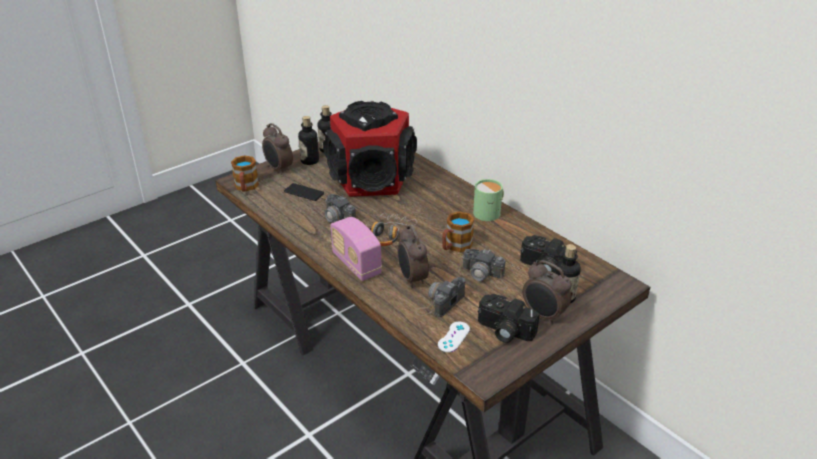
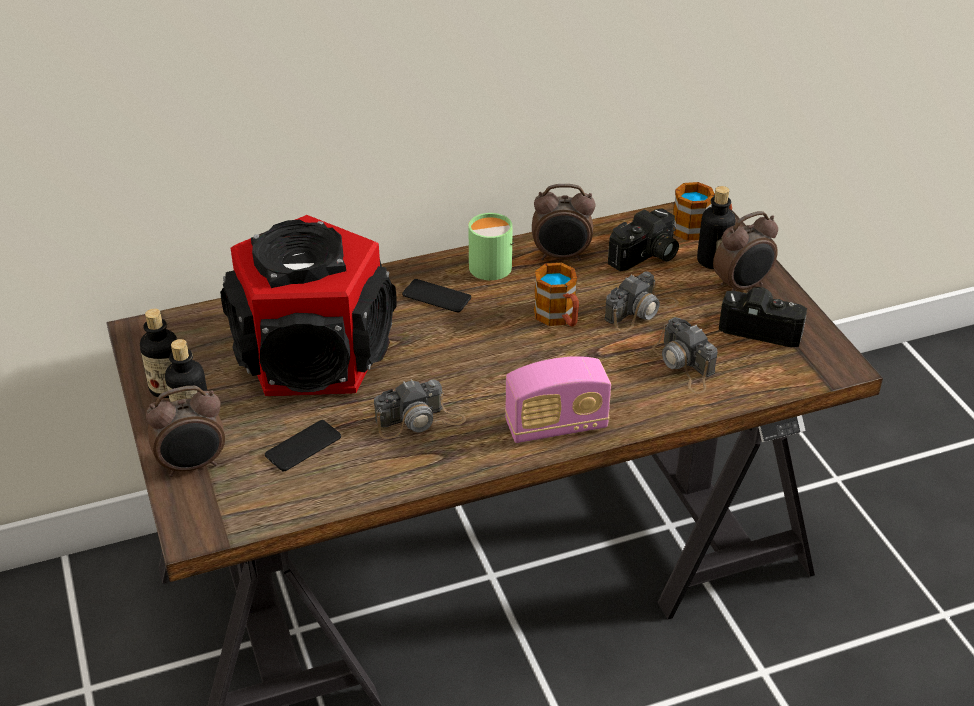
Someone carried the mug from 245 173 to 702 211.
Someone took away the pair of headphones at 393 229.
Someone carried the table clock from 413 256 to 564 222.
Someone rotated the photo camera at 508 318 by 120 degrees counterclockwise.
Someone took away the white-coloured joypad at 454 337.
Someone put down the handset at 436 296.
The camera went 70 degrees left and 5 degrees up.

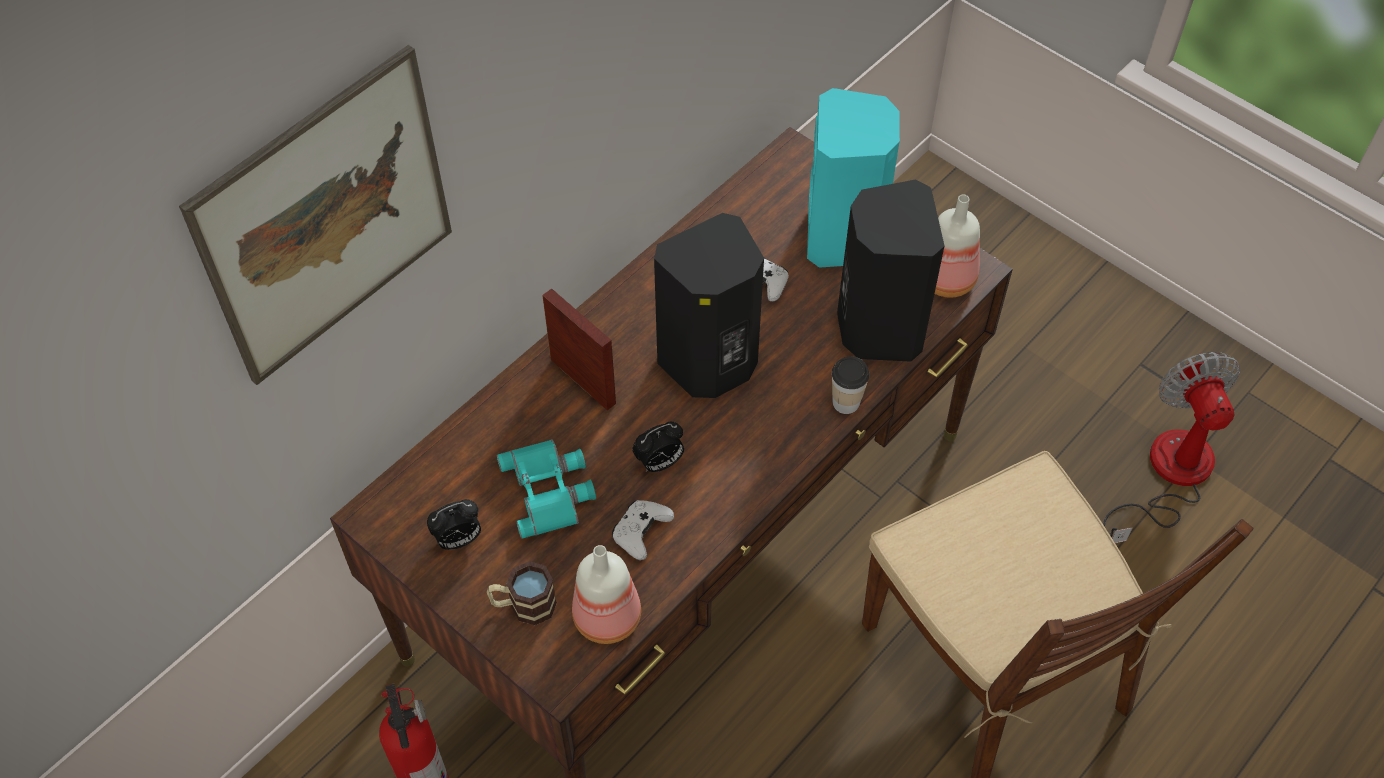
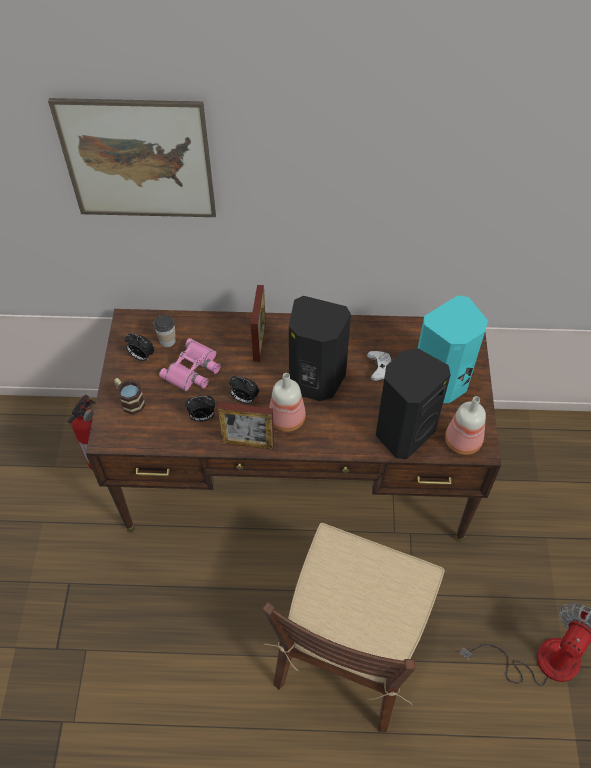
Someone carried the small cup from 850 385 to 165 330.
Someone repainted the turquoise pair of binoculars at 546 489, which became the pink-coloured pair of binoculars at 190 364.
Someone swapped the white-coloured joypad at 643 530 for the table clock at 200 408.
Someone carried the drink bottle from 606 594 to 287 402.
Someone put down the picture frame at 246 425.
The camera went 50 degrees right and 0 degrees up.

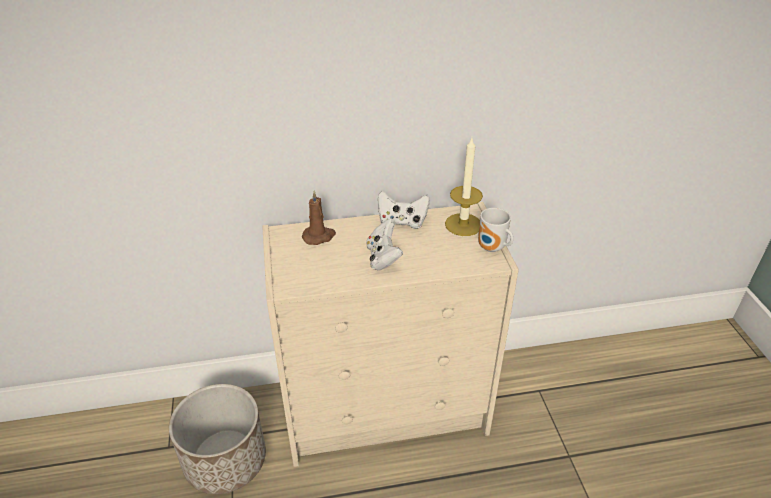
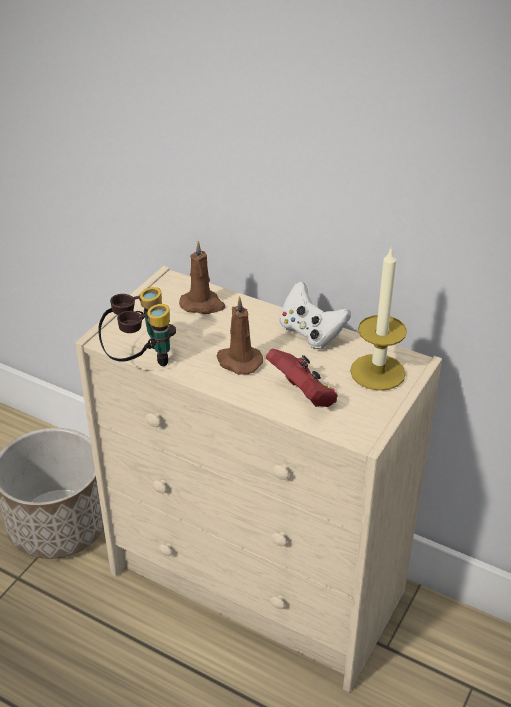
Someone took away the mug at 495 230.
Someone swapped the white-coloured joypad at 384 244 for the brown-coloured candle at 240 335.
Someone put down the pair of binoculars at 137 326.
Someone put down the red-coloured joypad at 301 378.
The camera went 40 degrees right and 0 degrees up.

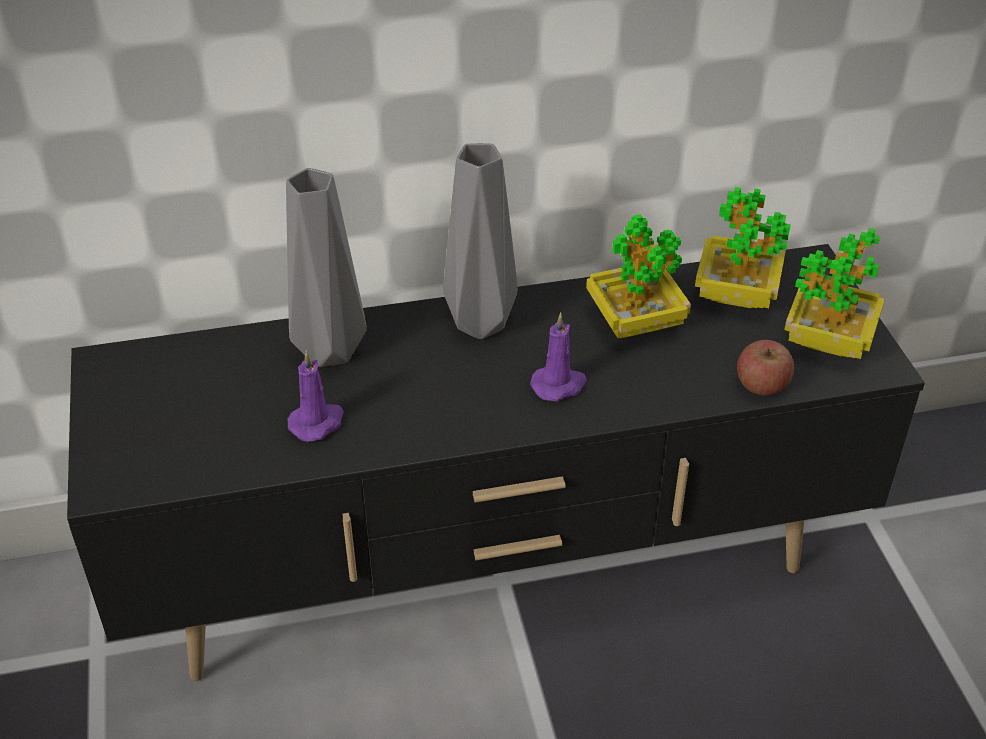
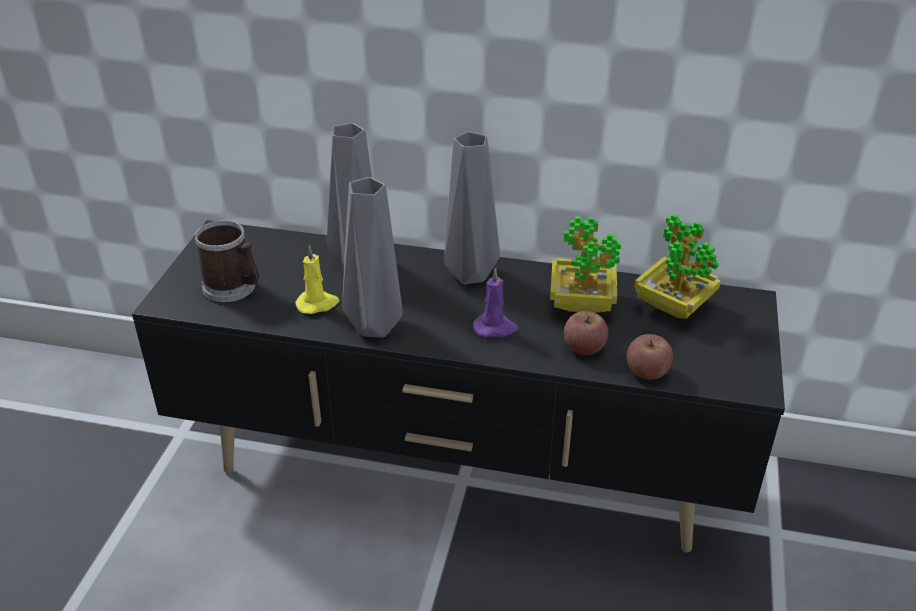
Someone took away the plant in a pot at 834 293.
Someone repainted the purple candle at 316 396, which became the yellow-coloured candle at 317 279.
Someone put down the greyish flower vase at 372 257.
Someone put down the mug at 226 261.
Someone put down the whole apple at 586 333.
The camera went 25 degrees right and 5 degrees down.

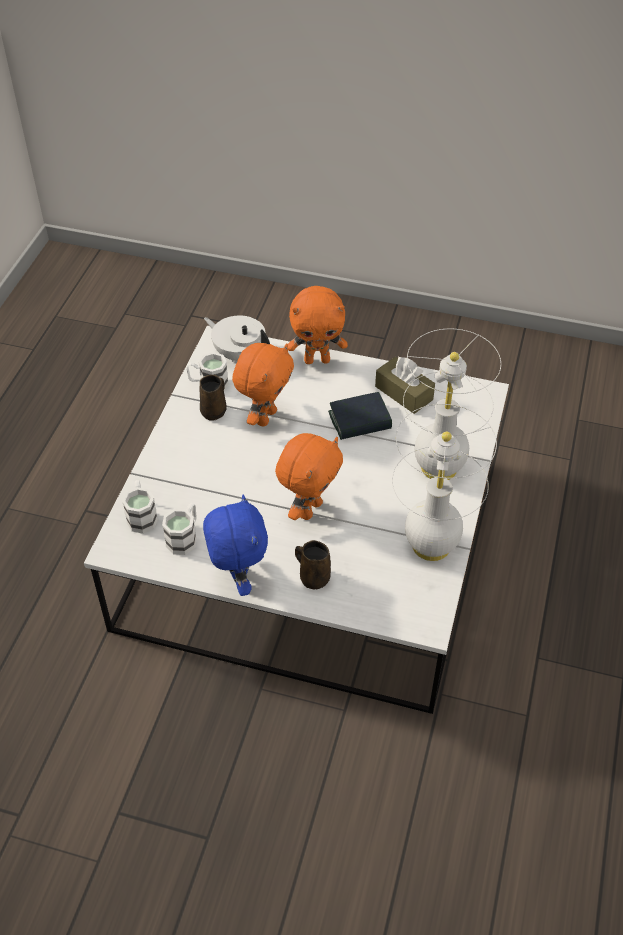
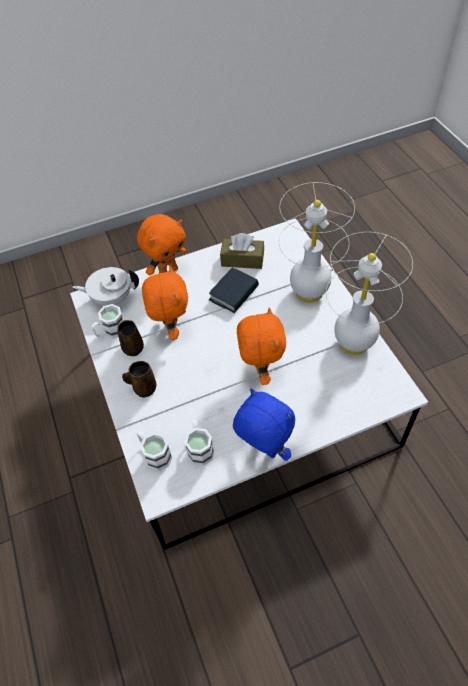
Someone carried the brown-coloured mug from 313 564 to 139 379.
The camera went 35 degrees left and 5 degrees up.

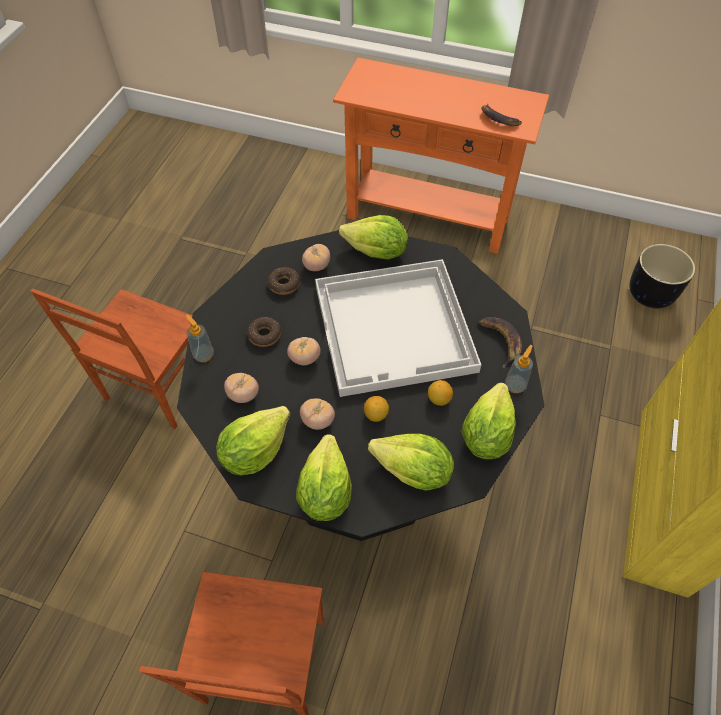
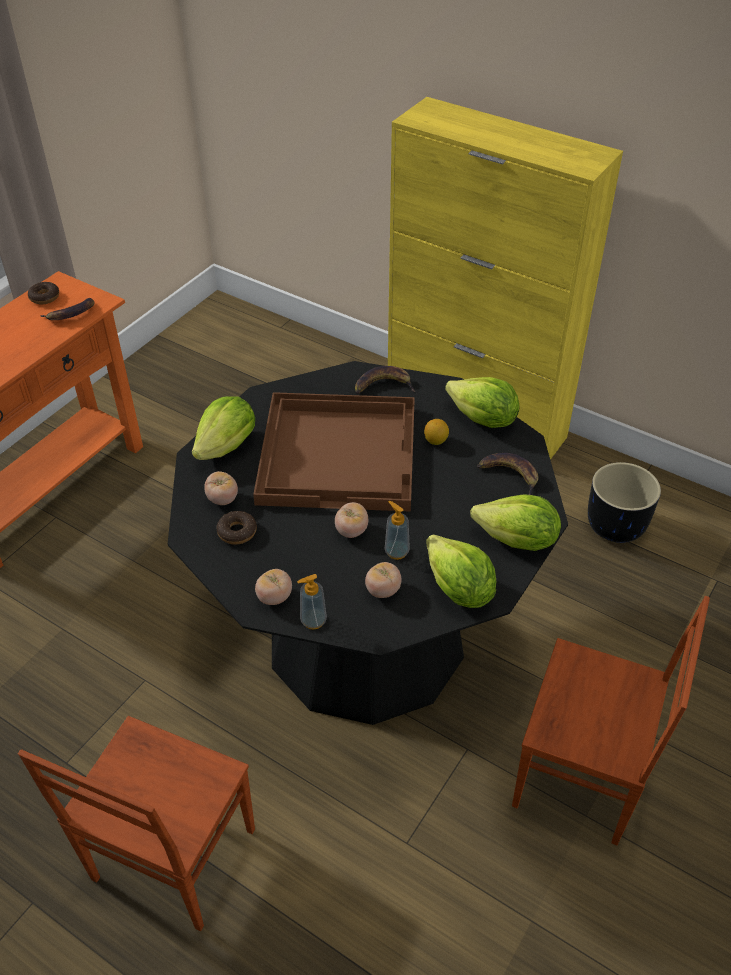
Someone carried the black-coloured flower pot from 662 276 to 624 502.
Someone repainted the white-coloured serving tray at 398 328, which became the brown-coloured serving tray at 334 452.
Someone rotated the brown-coloured plain chair at 111 359 by 75 degrees clockwise.
Someone carried the doughnut from 264 332 to 43 293.
Someone carried the liquid soap bottle from 519 369 to 397 530.
Someone took away the whole lemon at 376 409.
Someone carried the fresh tomato from 317 414 to 273 587.
Someone swapped the lettuce head at 411 462 for the whole banana at 508 474.
The camera went 75 degrees left and 10 degrees down.

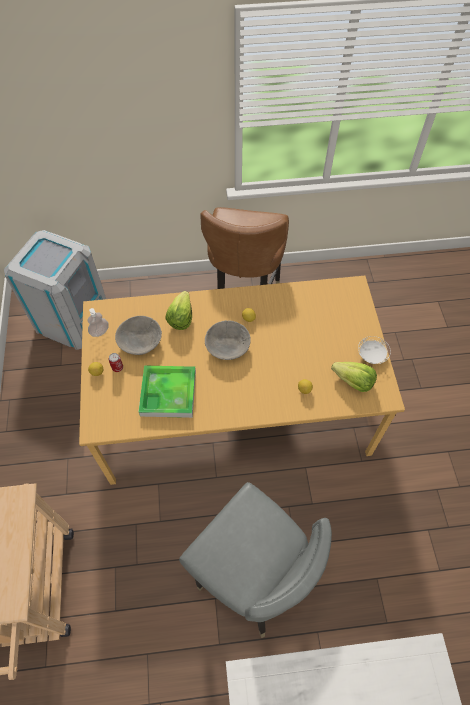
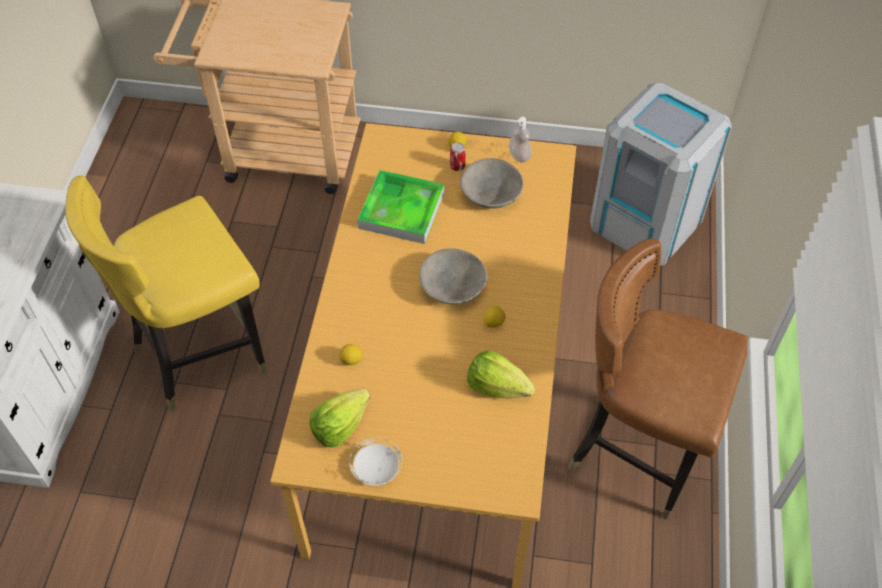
Someone carried the lettuce head from 178 310 to 501 374.
Someone repainted the greyish plain chair at 255 560, which became the yellow-coloured plain chair at 166 293.
The camera went 105 degrees right and 5 degrees down.

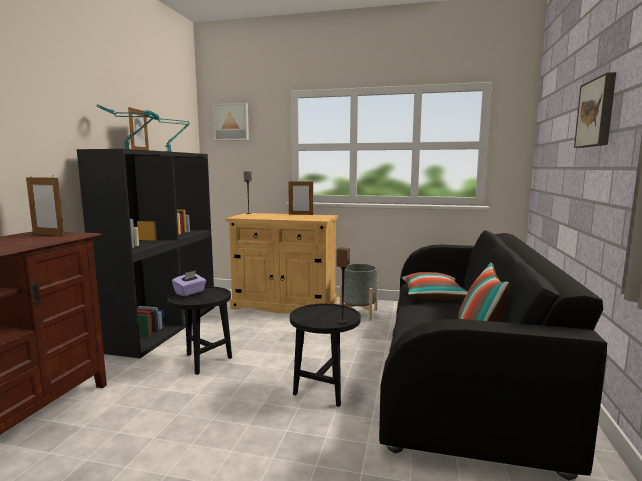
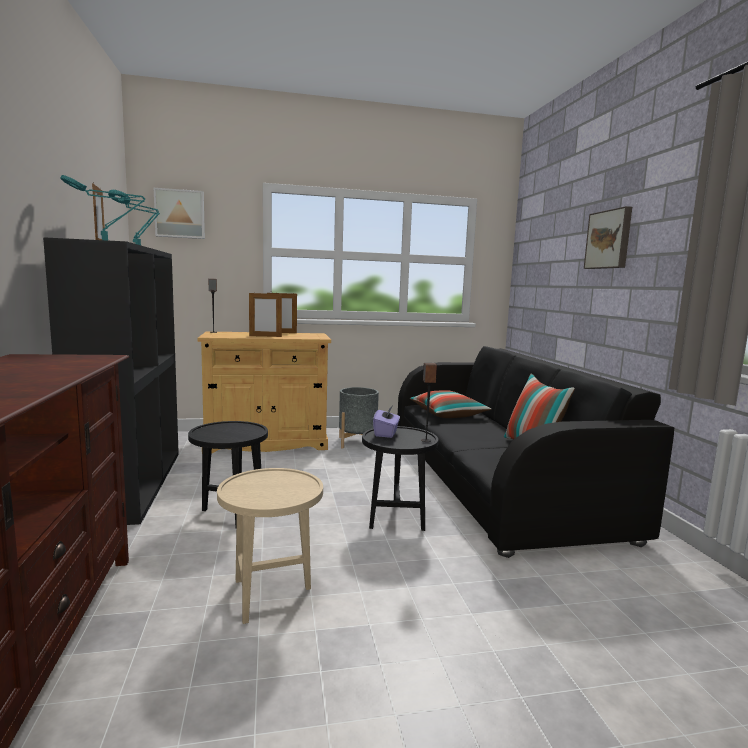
Someone carried the picture frame from 45 206 to 265 314.
Someone carried the purple tissue holder from 189 283 to 386 421.
Someone put down the sand-coloured accent table at 270 546.
The camera went 25 degrees left and 0 degrees up.

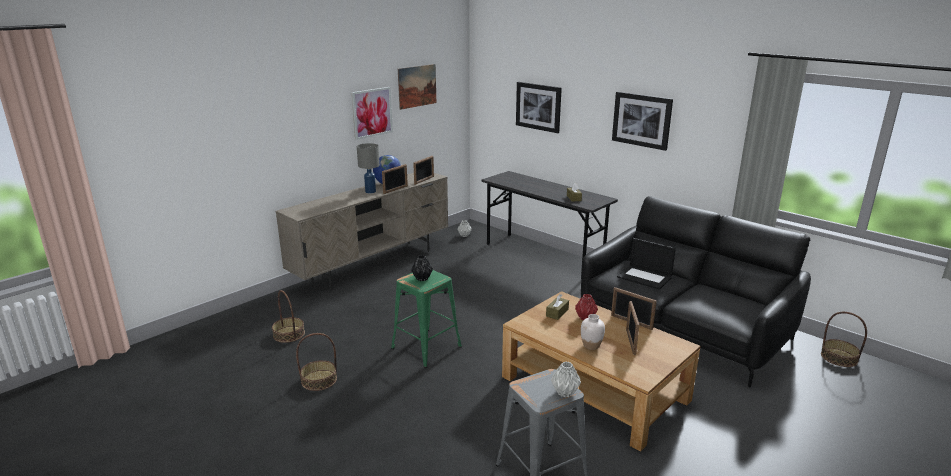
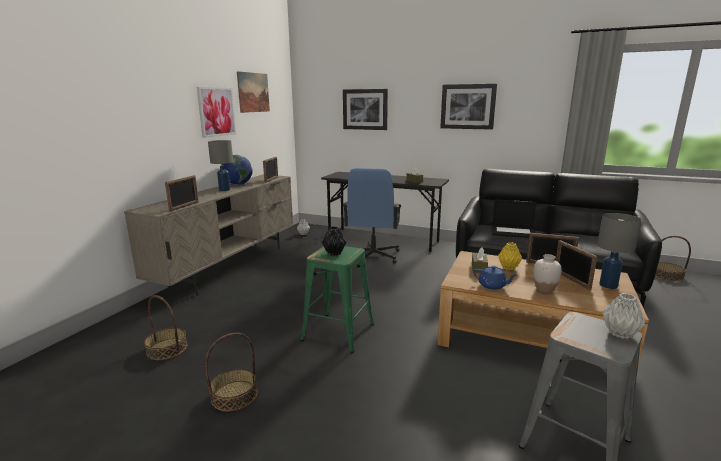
Someone carried the picture frame from 395 179 to 182 193.
Someone repainted the red-coloured flower vase at 586 307, which became the yellow-coloured flower vase at 510 256.
Someone put down the blue desk chair at 372 216.
Someone put down the greyish tabletop lamp at 619 251.
Someone put down the blue pot for tea at 495 278.
The camera went 20 degrees left and 5 degrees down.

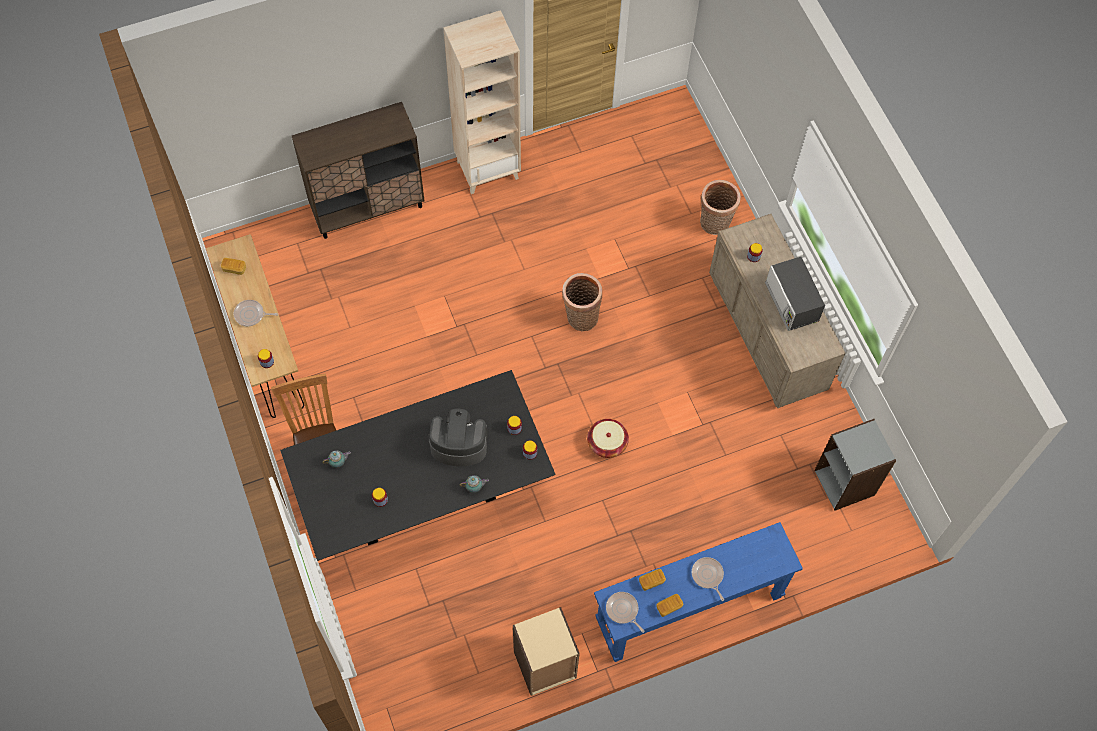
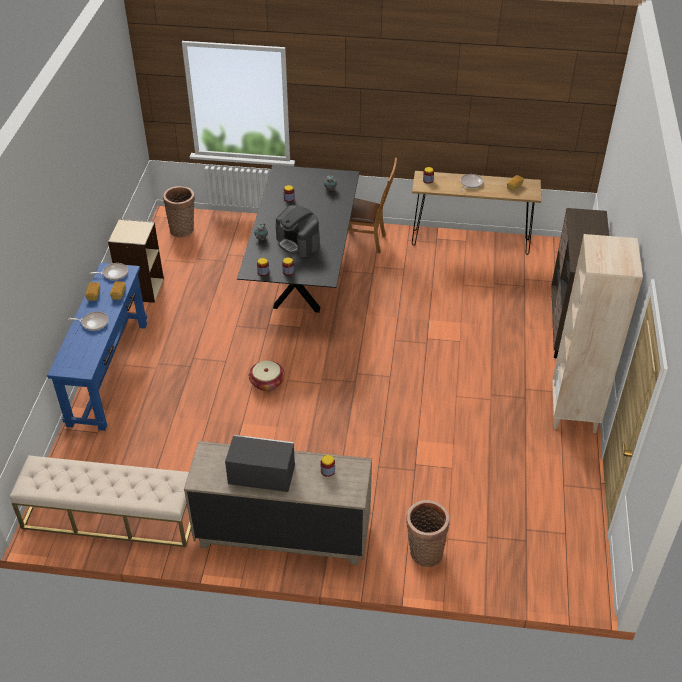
Someone carried the storage basket from 582 302 to 179 211.
Someone rotated the coffee maker at 458 437 by 105 degrees clockwise.
Someone swapped the greyish shelving unit at 855 465 for the sand-coloured long seat at 100 501.
The camera went 120 degrees right and 20 degrees down.

